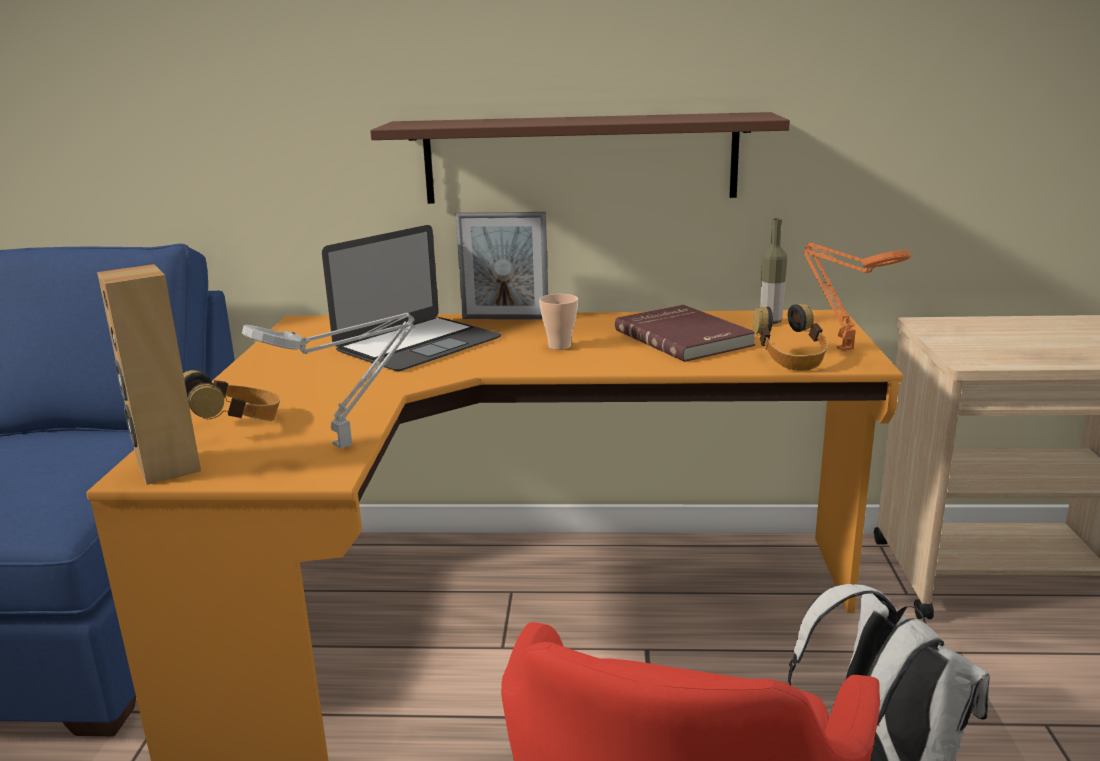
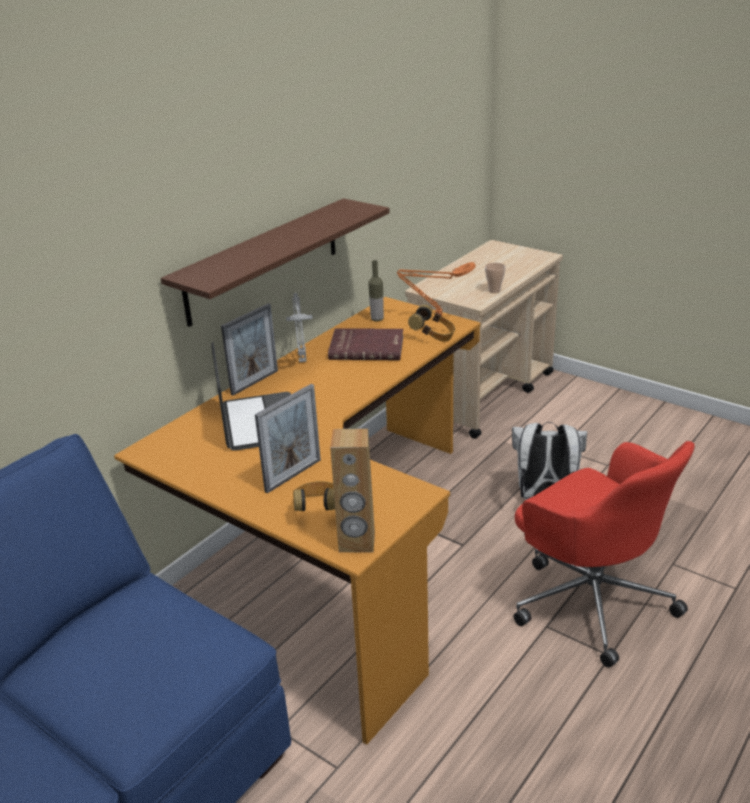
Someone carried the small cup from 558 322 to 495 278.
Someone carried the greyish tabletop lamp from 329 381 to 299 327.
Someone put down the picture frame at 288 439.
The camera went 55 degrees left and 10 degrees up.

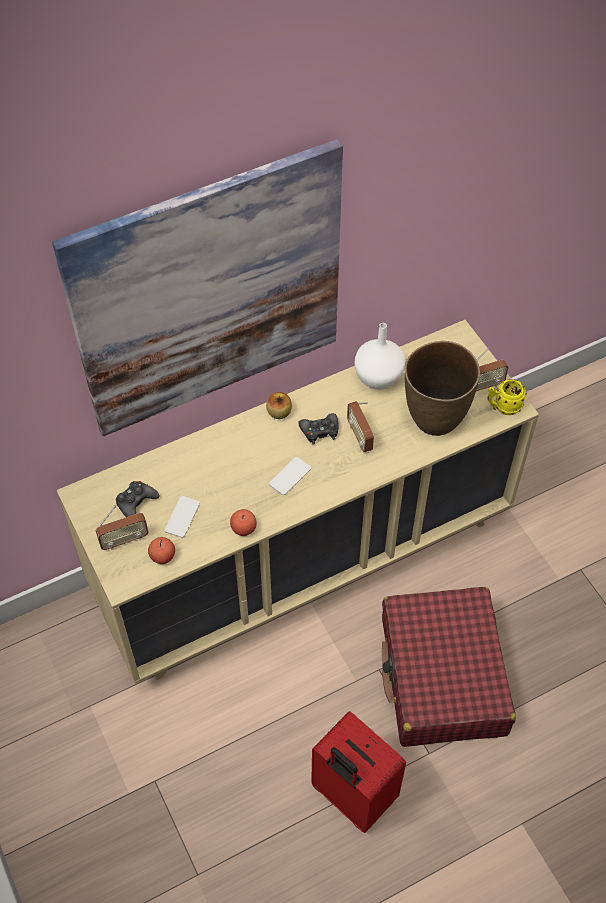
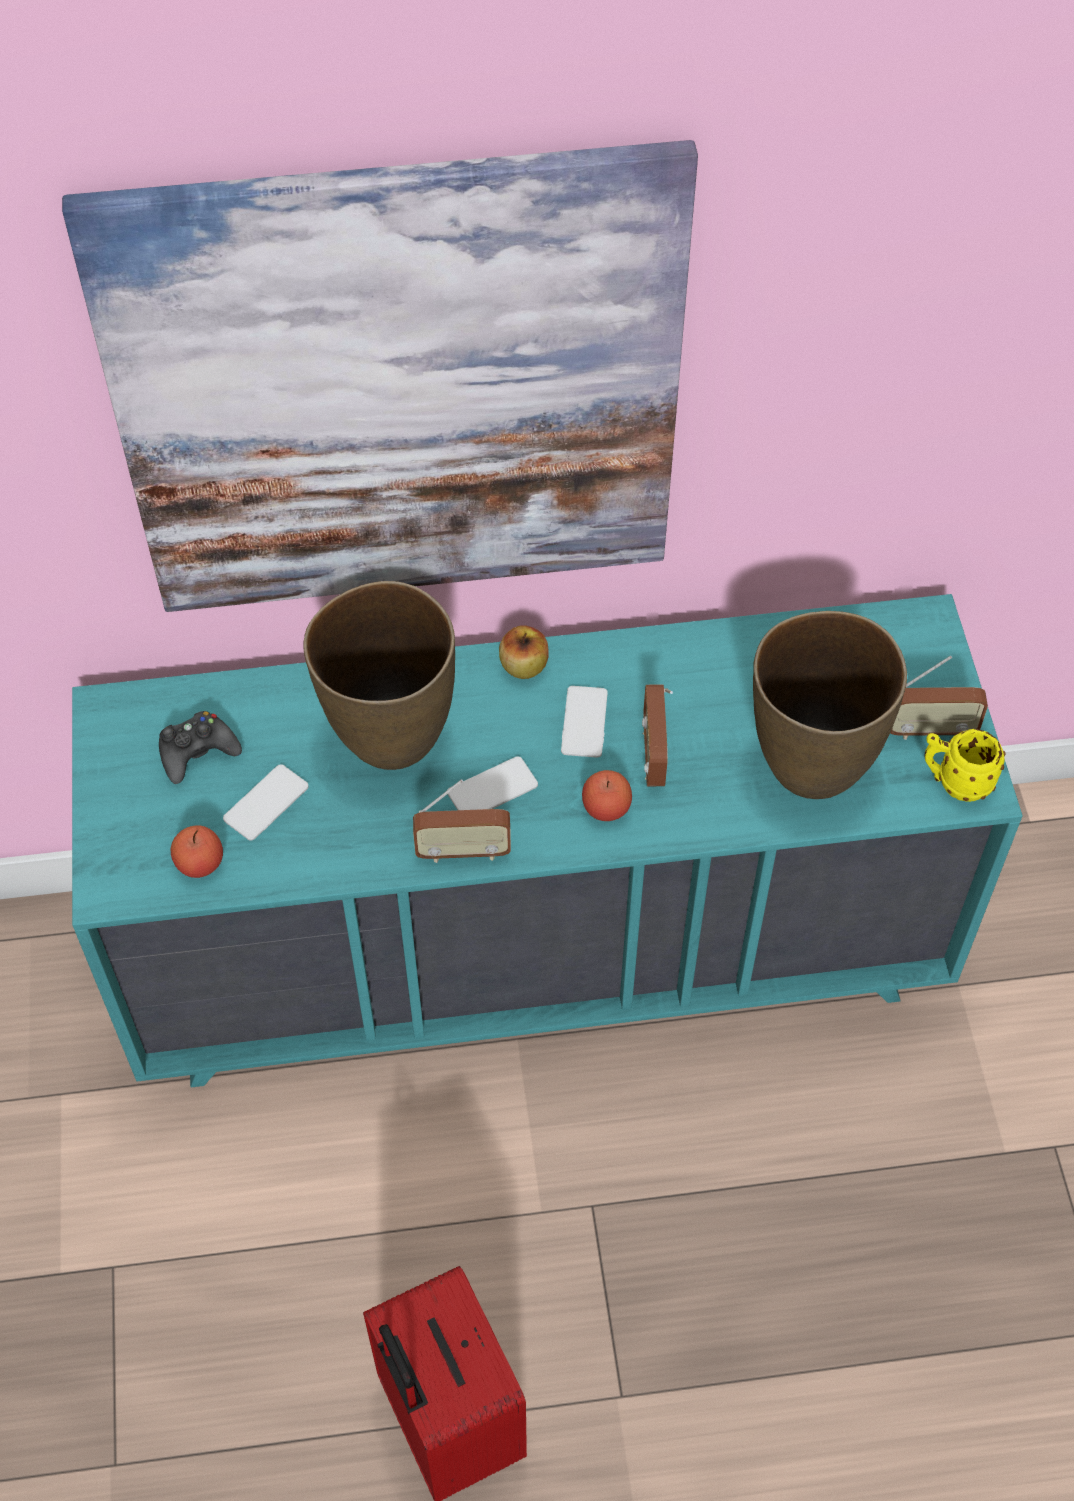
Someone repainted the sand-coloured drawer chest at 298 502, which became the turquoise drawer chest at 547 840.
Someone took away the white-coloured flower vase at 379 356.
Someone swapped the black-coloured joypad at 318 428 for the handset at 584 722.
Someone carried the radio receiver from 122 527 to 462 821.
Someone carried the whole apple from 243 522 to 607 795.
Someone took away the red-coloured suitcase at 449 667.
Someone put down the brown-coloured flower vase at 379 675.
The camera went 20 degrees right and 0 degrees up.

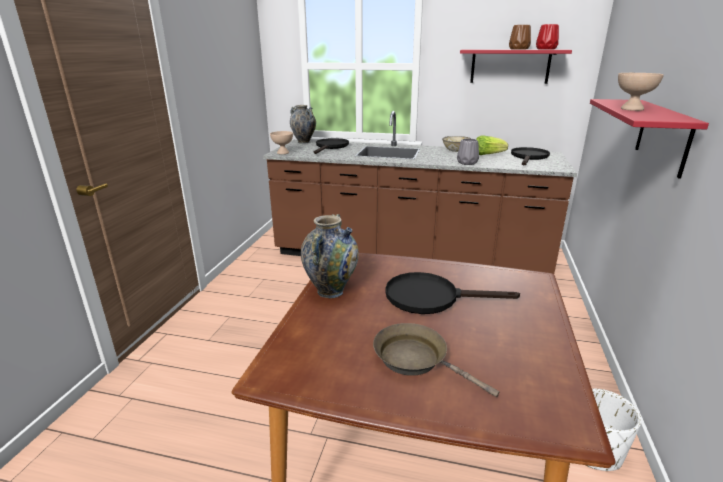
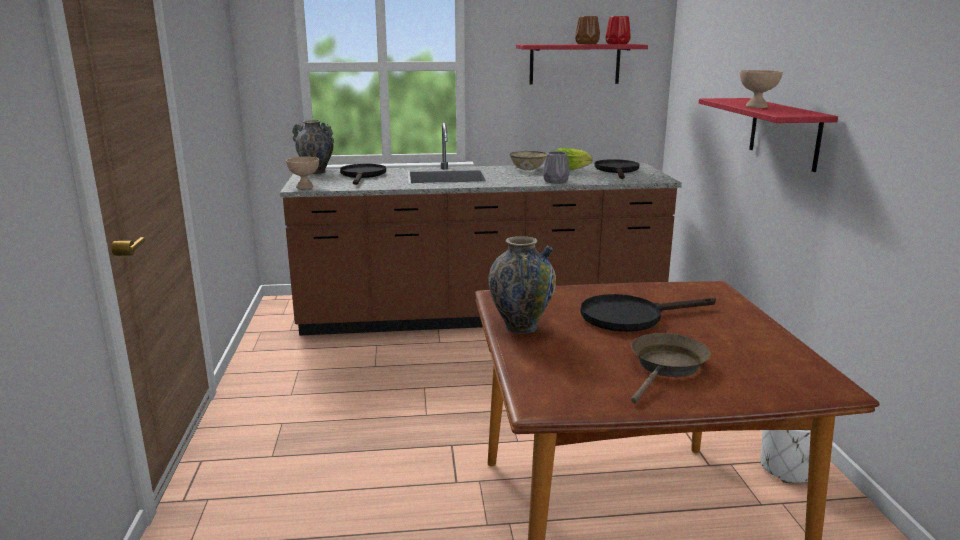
Someone rotated the brown-coloured skillet at 436 360 by 105 degrees clockwise.
The camera went 20 degrees left and 5 degrees down.

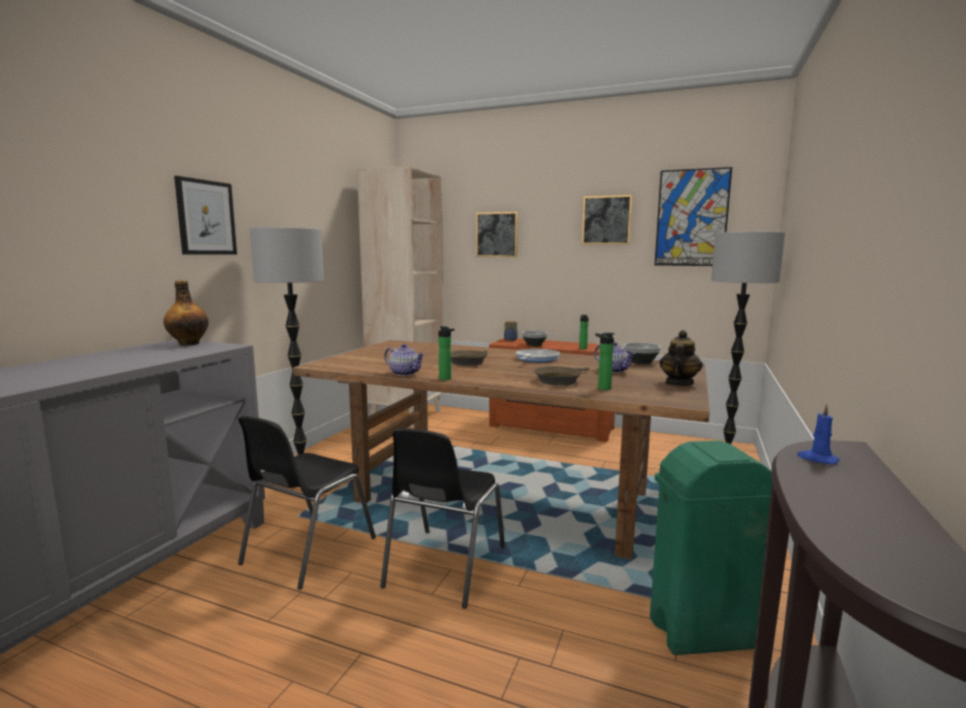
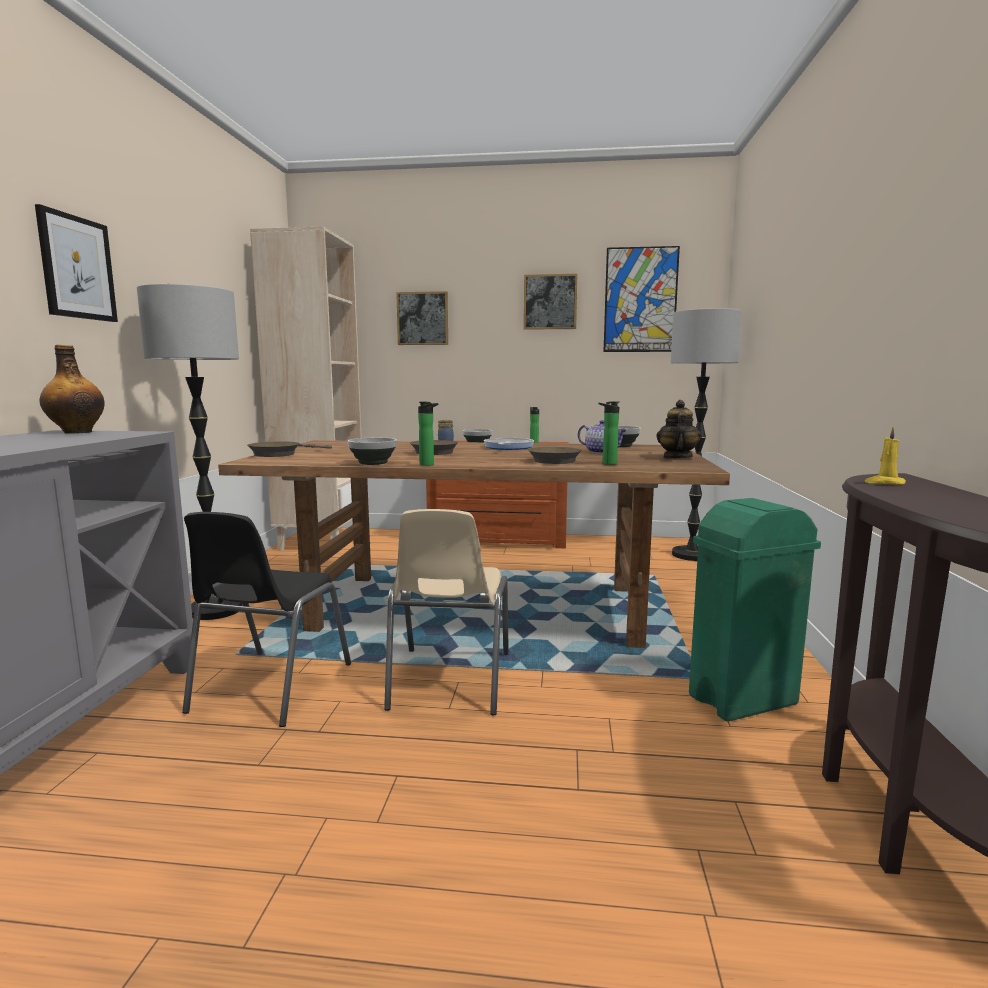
Someone swapped the pot for tea at 404 360 for the serving bowl at 372 451.
Someone repainted the blue candle at 818 433, which became the yellow-coloured candle at 885 456.
Someone repainted the black-coloured plain chair at 442 518, which became the sand-coloured plain chair at 446 612.
Someone put down the brown-coloured skillet at 289 449.
The camera went 15 degrees left and 0 degrees up.

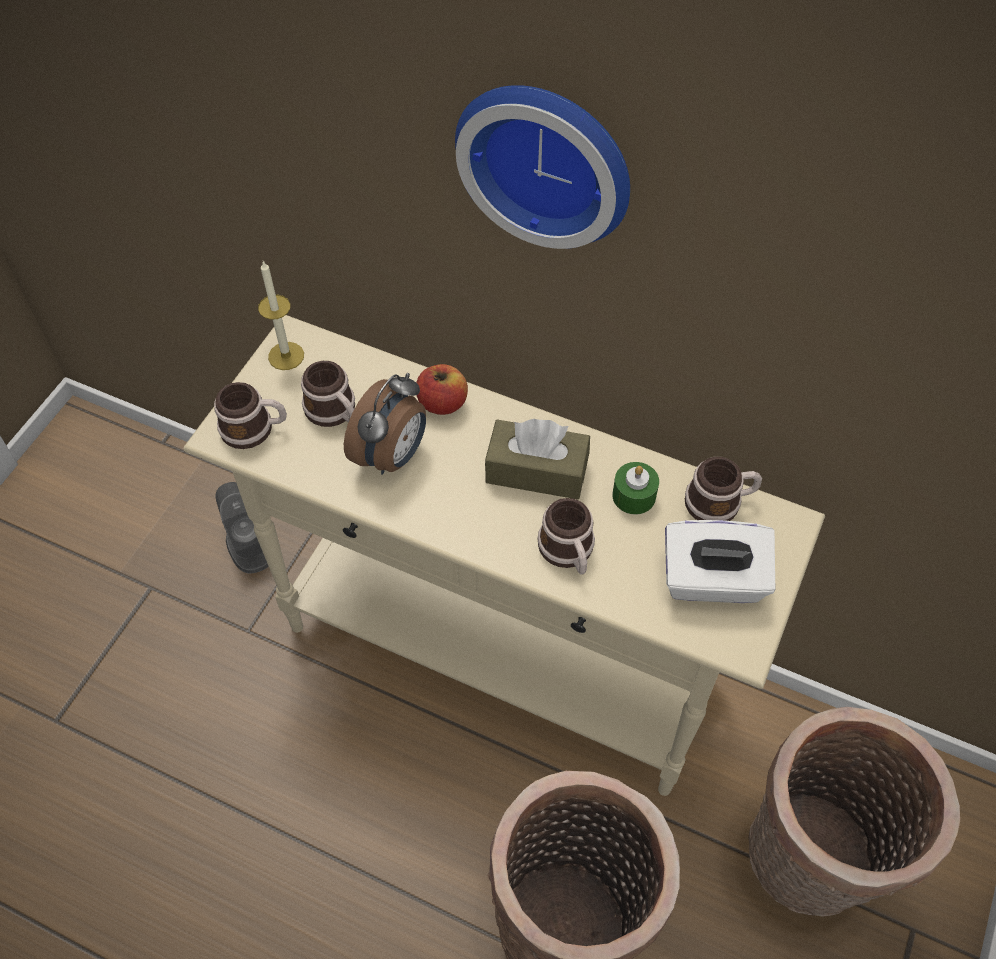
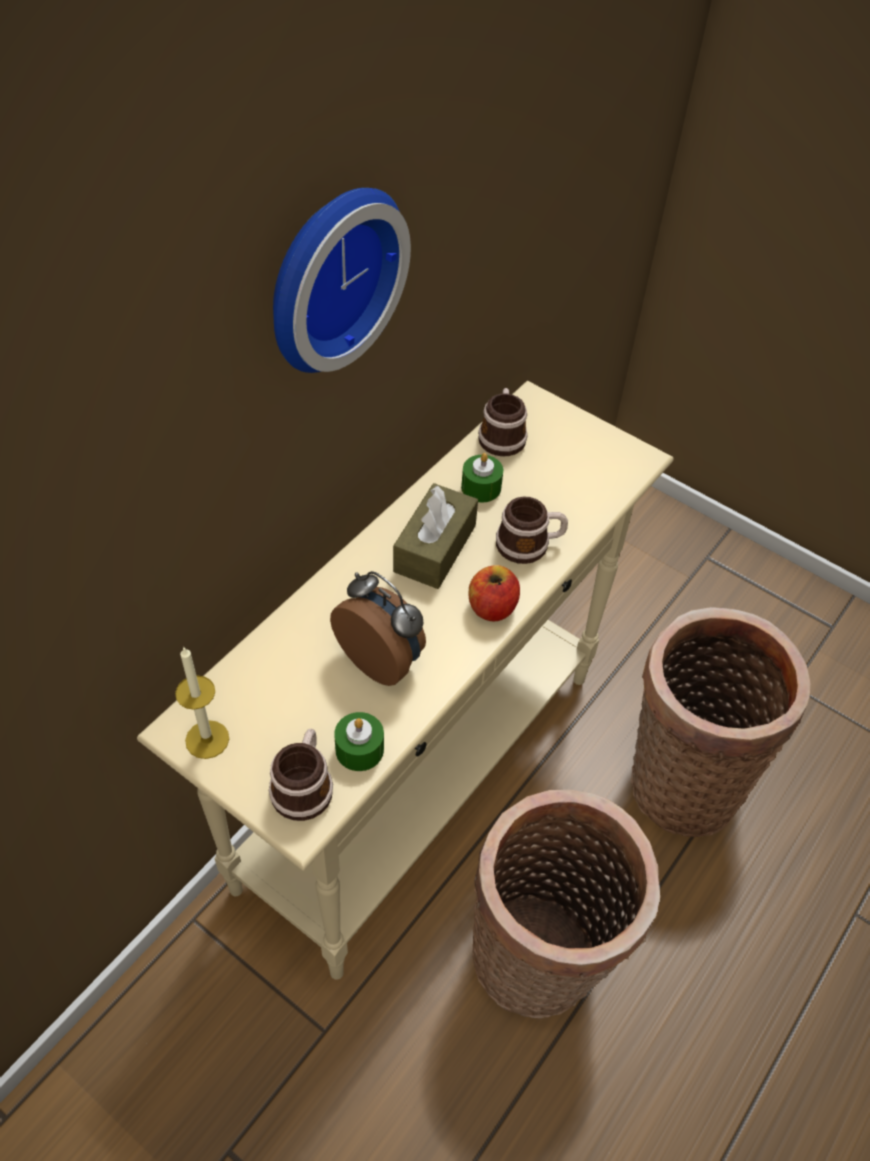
Someone took away the mug at 328 394.
Someone carried the whole apple from 442 389 to 494 593.
Someone took away the greyish audio speaker at 242 527.
Someone took away the white-coloured tissue holder at 720 561.
Someone carried the storage basket from 854 812 to 566 903.
Someone put down the green candle at 359 741.
The camera went 80 degrees left and 5 degrees down.

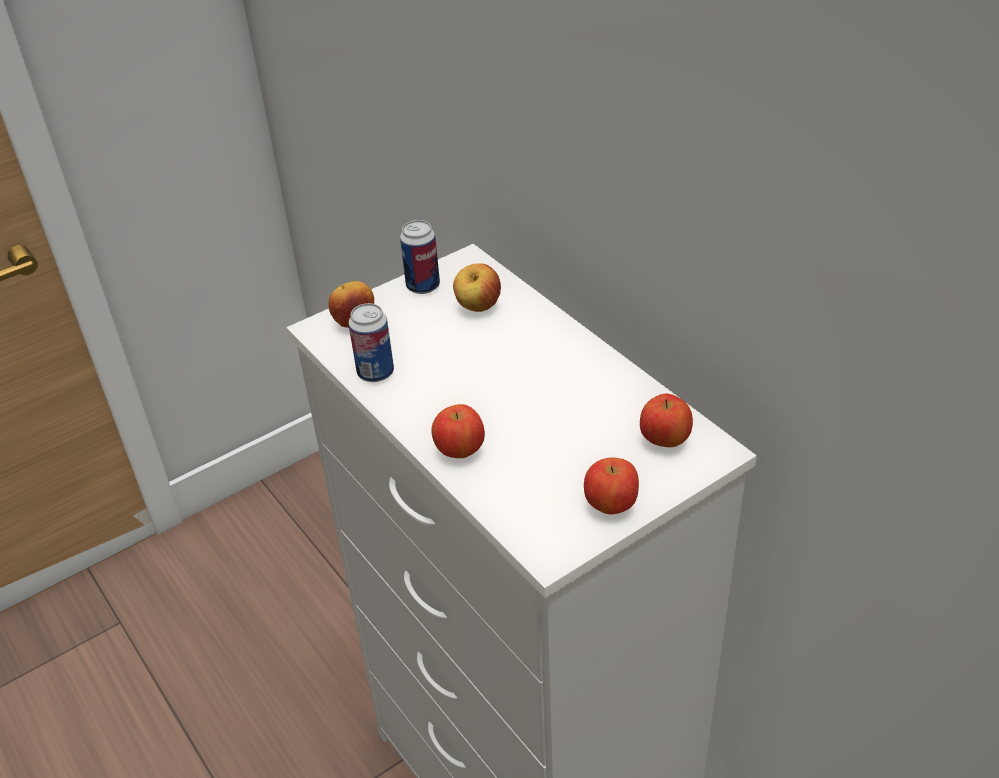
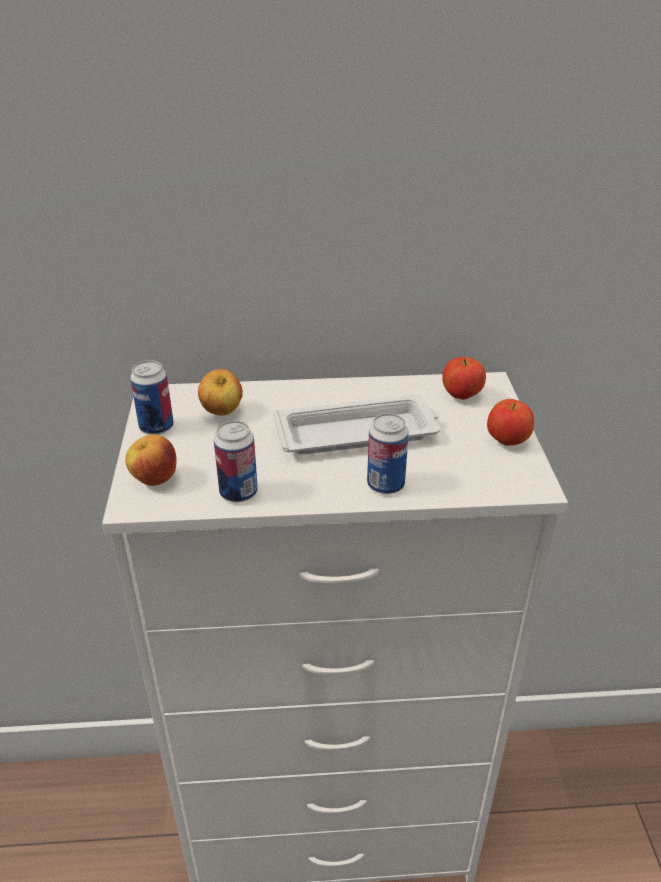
Someone swapped the whole apple at 458 431 for the can at 388 453.
Someone put down the white-coloured serving tray at 356 425.
The camera went 60 degrees left and 5 degrees down.

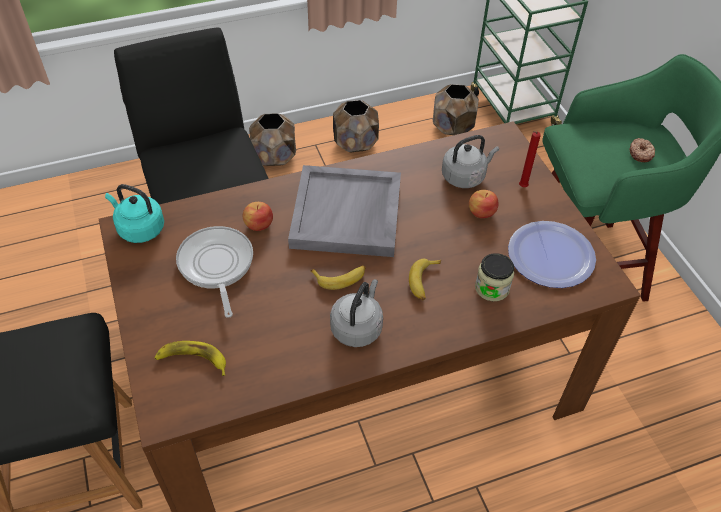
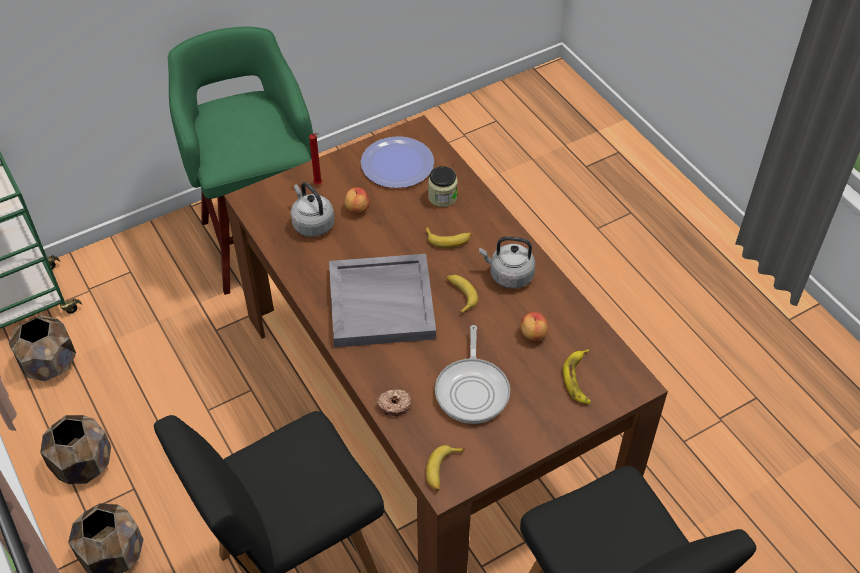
Someone carried the doughnut from 642 150 to 394 402.
Someone swapped the turquoise tea kettle at 134 213 for the whole banana at 445 468.
Someone carried the whole apple from 258 216 to 534 327.
Someone rotated the skillet at 214 272 by 60 degrees counterclockwise.
The camera went 100 degrees left and 0 degrees up.

